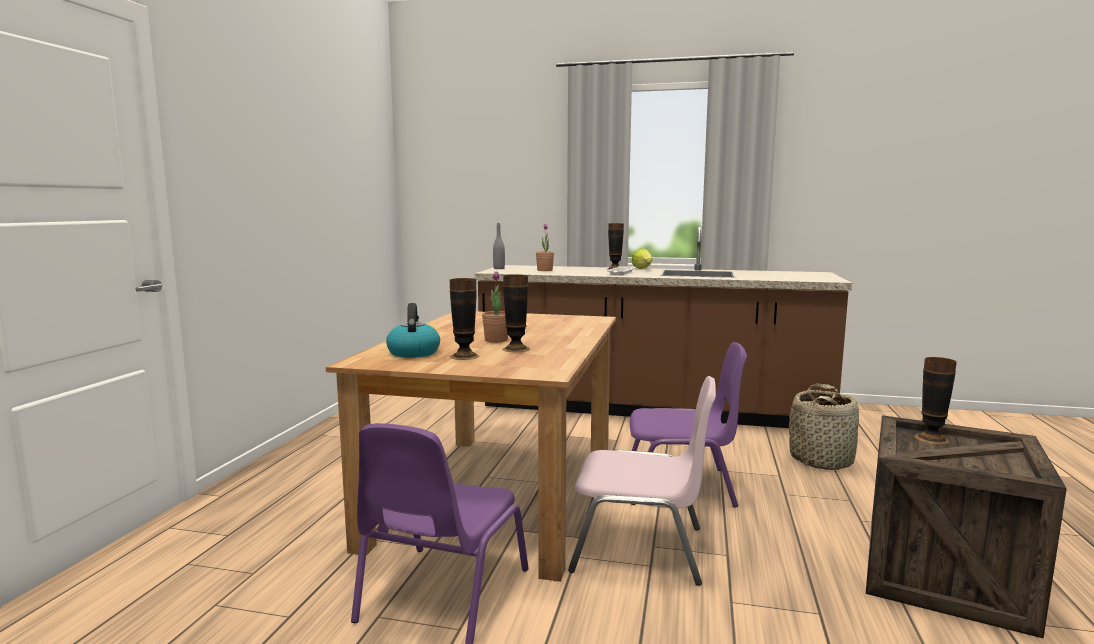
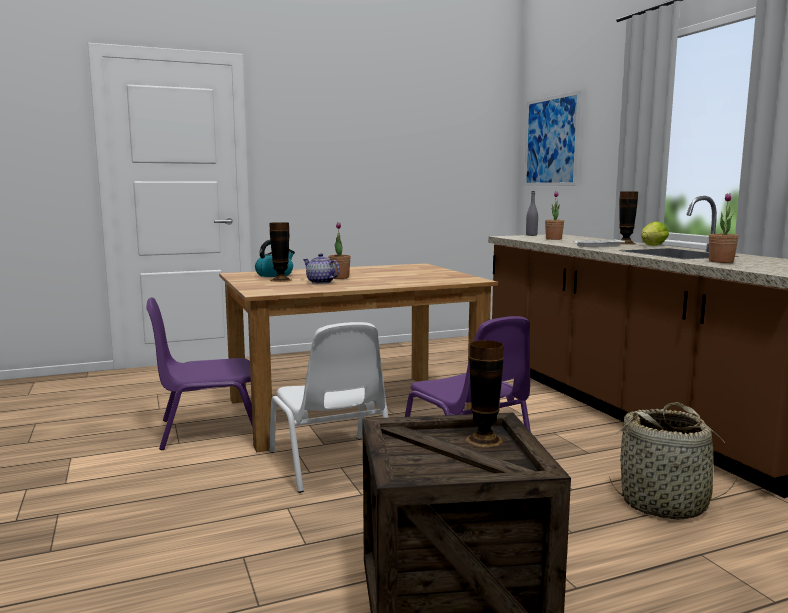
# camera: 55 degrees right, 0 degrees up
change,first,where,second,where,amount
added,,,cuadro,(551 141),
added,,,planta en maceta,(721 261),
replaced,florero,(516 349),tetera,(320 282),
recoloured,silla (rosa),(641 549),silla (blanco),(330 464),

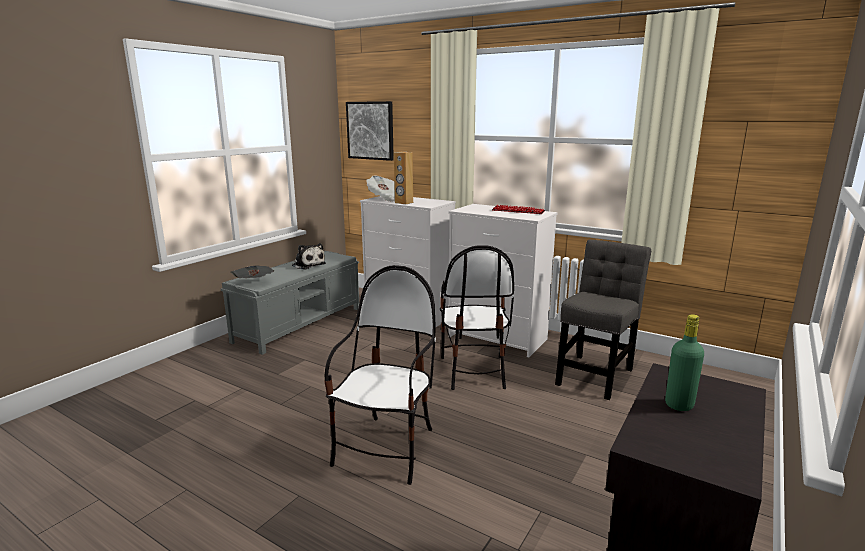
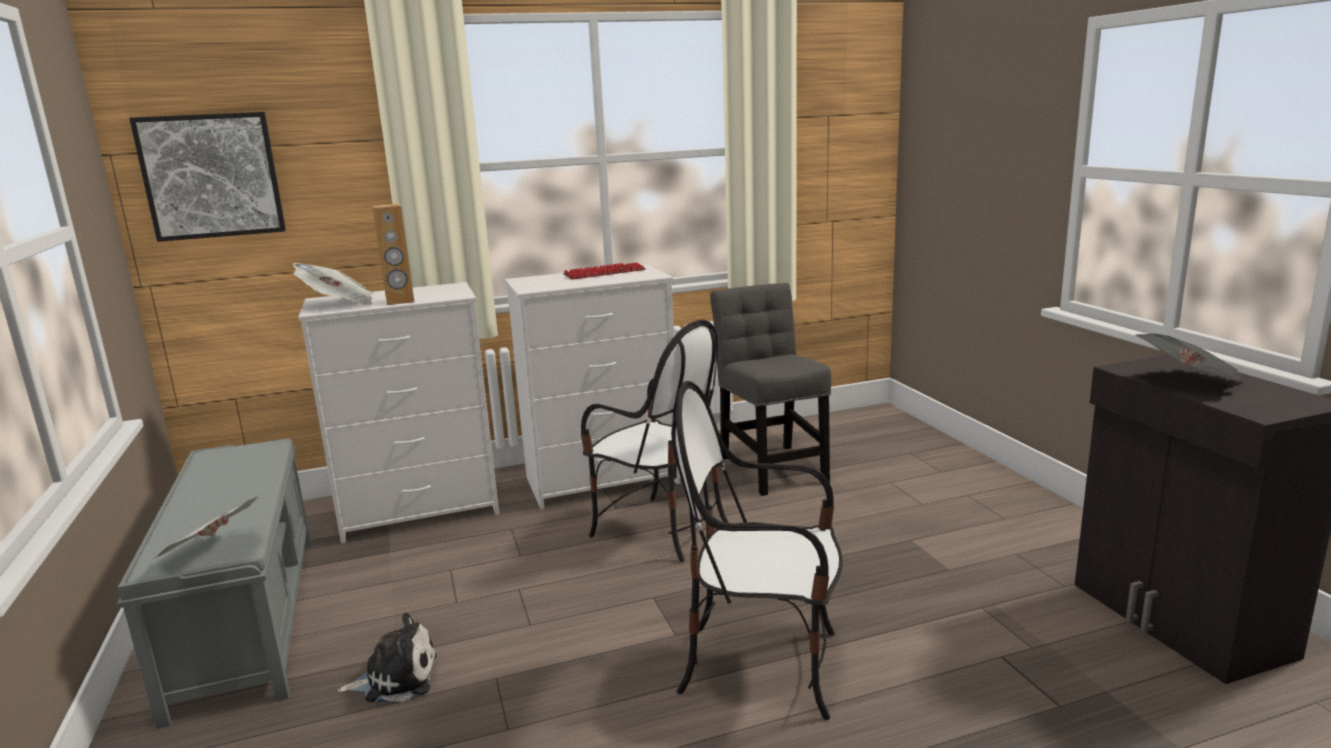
# camera: 50 degrees left, 0 degrees up
change,first,where,second,where,amount
moved,peluche,(308 265),,(396 678),
replaced,botella (verde),(679 405),periódico,(1189 382),
turned,silla,(387 449),,(762 665),45 degrees counterclockwise

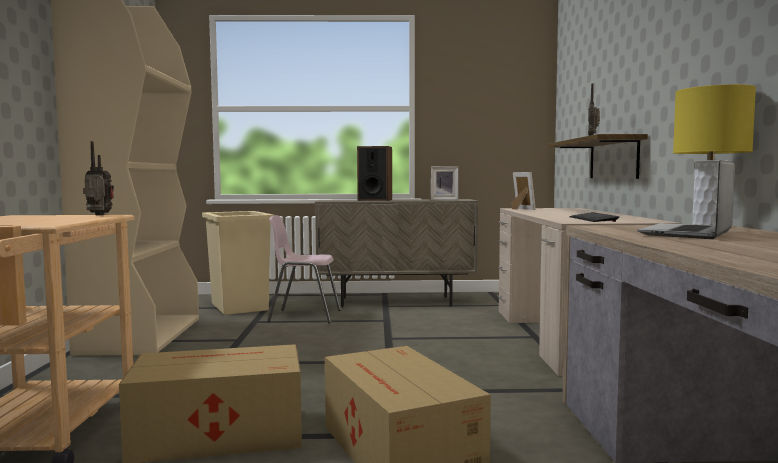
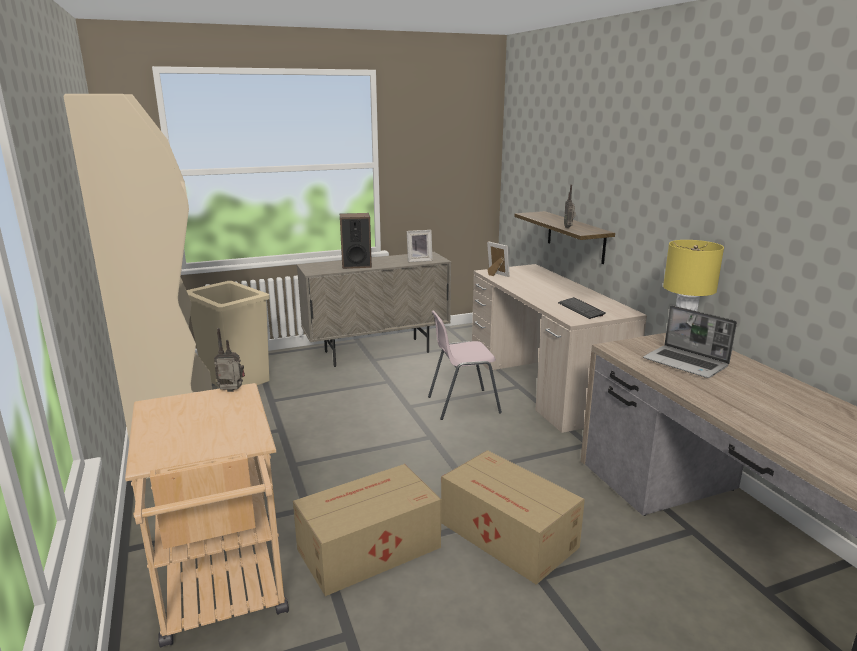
# camera: 20 degrees left, 15 degrees up
change,first,where,second,where,amount
moved,silla (rosa),(304 316),,(462 404),
turned,portátil,(687 233),,(686 363),60 degrees counterclockwise

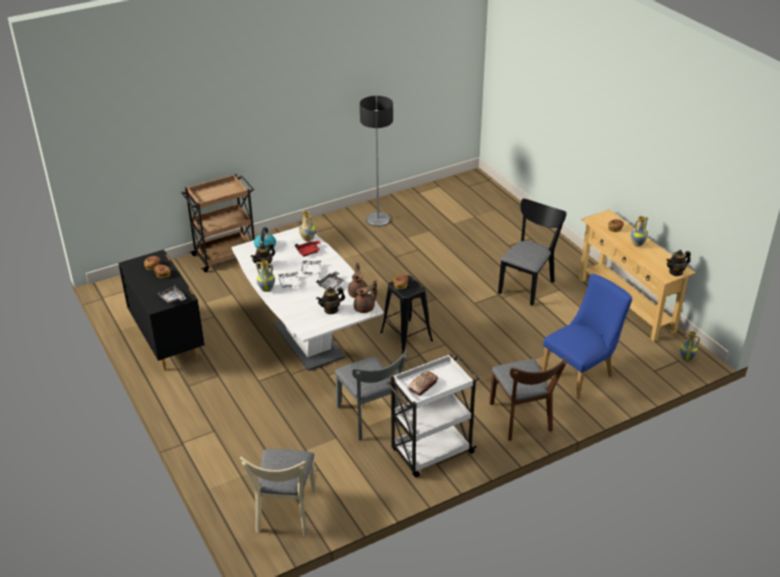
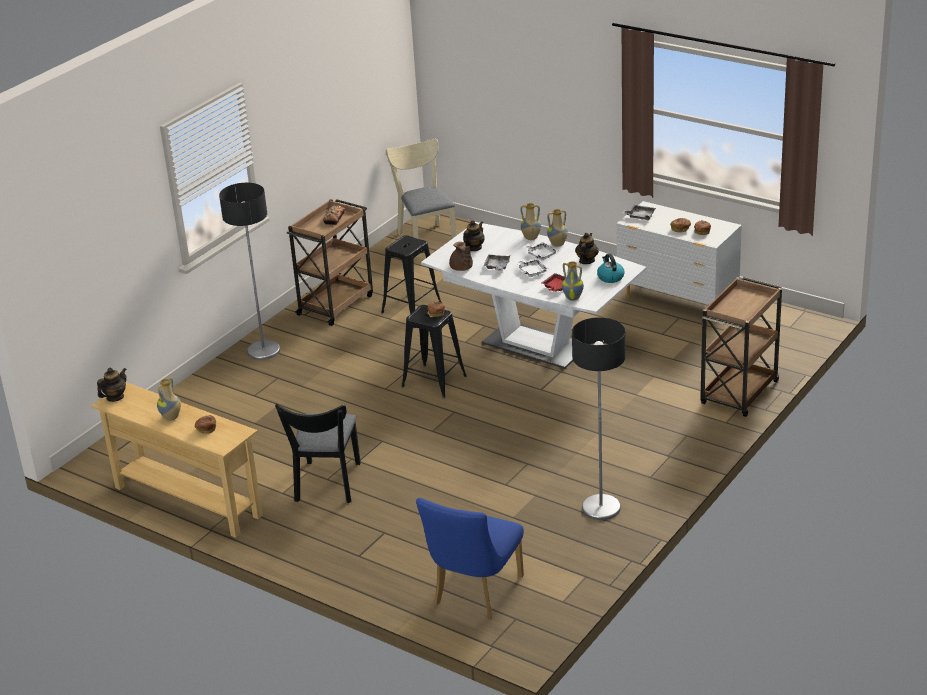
# camera: 155 degrees right, 5 degrees down
change,first,where,second,where,amount
removed,tetera (marrón),(365 308),,,
moved,silla (azul),(581 374),,(474 594),
moved,florero,(687 358),,(531 238),
replaced,silla (gris),(370 419),taburete (negro),(411 308),
replaced,silla (marrón),(522 420),lámpara de pie,(263 350),
recoloured,cómoda (negro),(167 340),cómoda (blanco),(678 301),
recoloured,carrito (blanco),(431 452),carrito (marrón),(336 304),

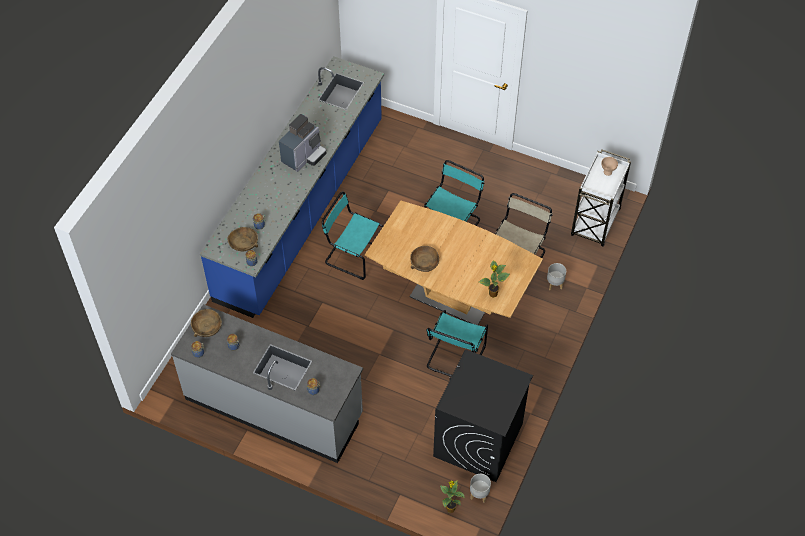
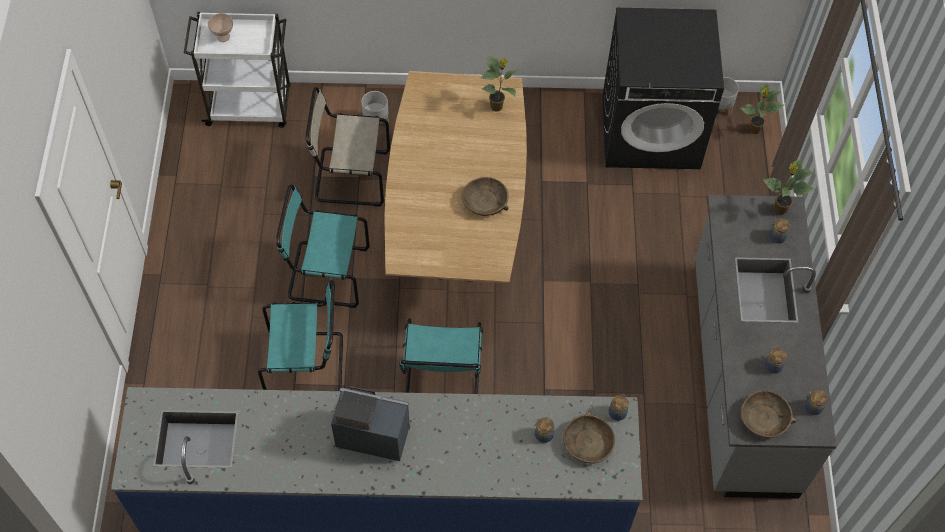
# camera: 115 degrees left, 5 degrees up
change,first,where,second,where,amount
added,,,planta en maceta,(779 210),
moved,silla (turquesa),(455 358),,(308 364),

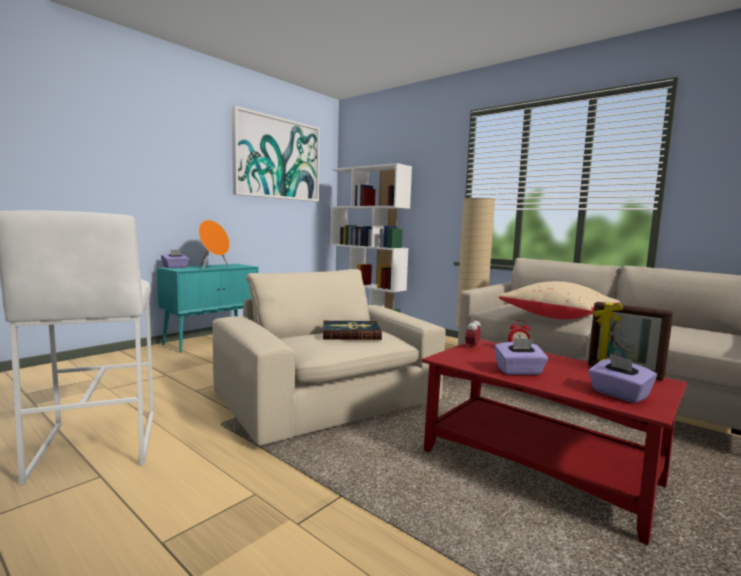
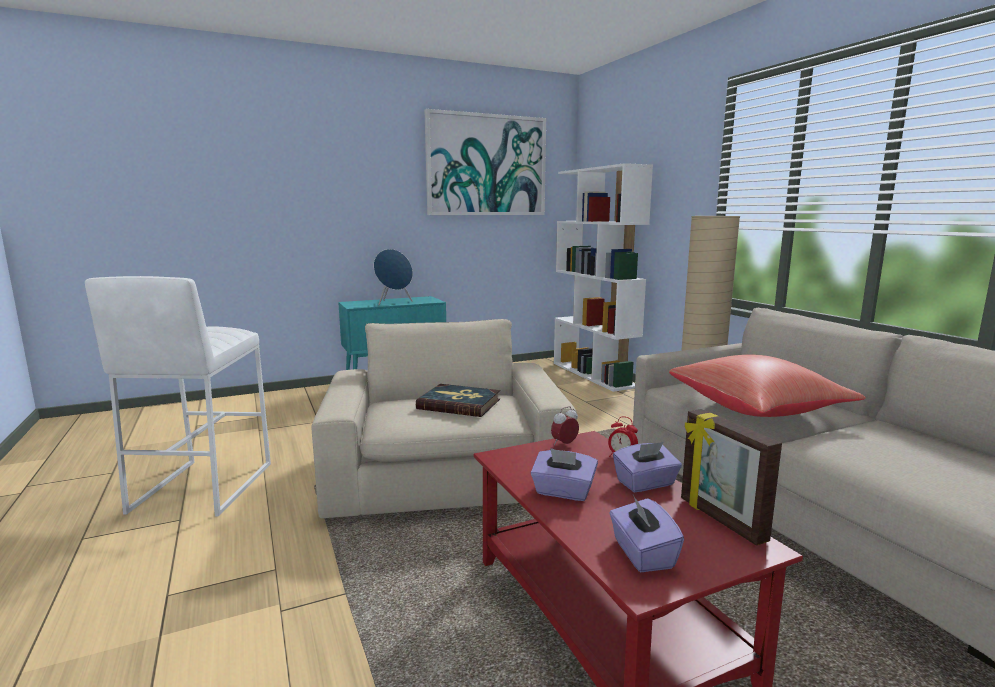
# camera: 25 degrees right, 5 degrees up
change,first,where,second,where,amount
moved,caja de pañuelos (morado),(175 267),,(646 483),
recoloured,altavoz (naranja),(213 267),altavoz (azul),(394 303),
recoloured,cojín (beis),(557 317),cojín (rojo),(757 410),

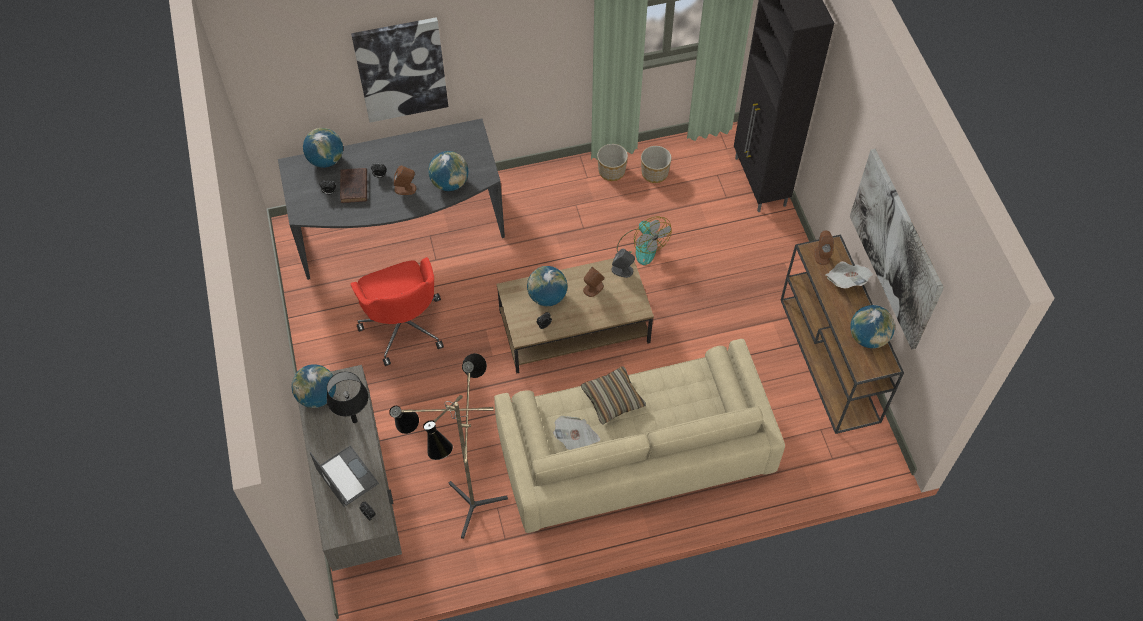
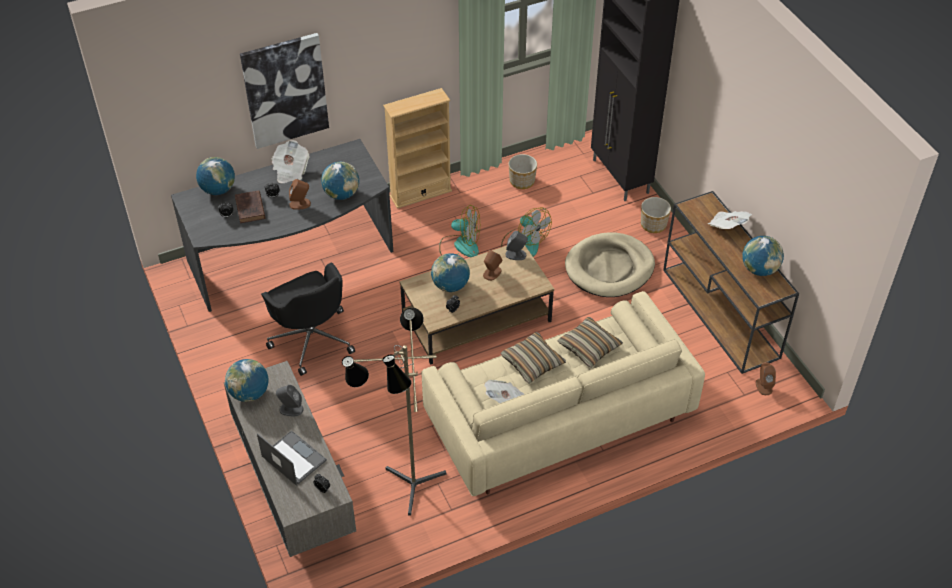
# camera: 10 degrees left, 10 degrees down
change,first,where,second,where,amount
removed,cuadro,(895 248),,,
added,,,periódico,(290 170),
added,,,estantería (beis),(420 193),
added,,,ventilador,(460 246),
added,,,cojín,(589 347),
added,,,cama para perro (beis),(609 268),
moved,maceta,(611 171),,(653 224),
moved,altavoz (marrón),(822 255),,(763 386),
replaced,lámpara de mesa (negro),(354 420),altavoz (gris),(291 409),
recoloured,silla de oficina (rojo),(403 325),silla de oficina (negro),(312 338),

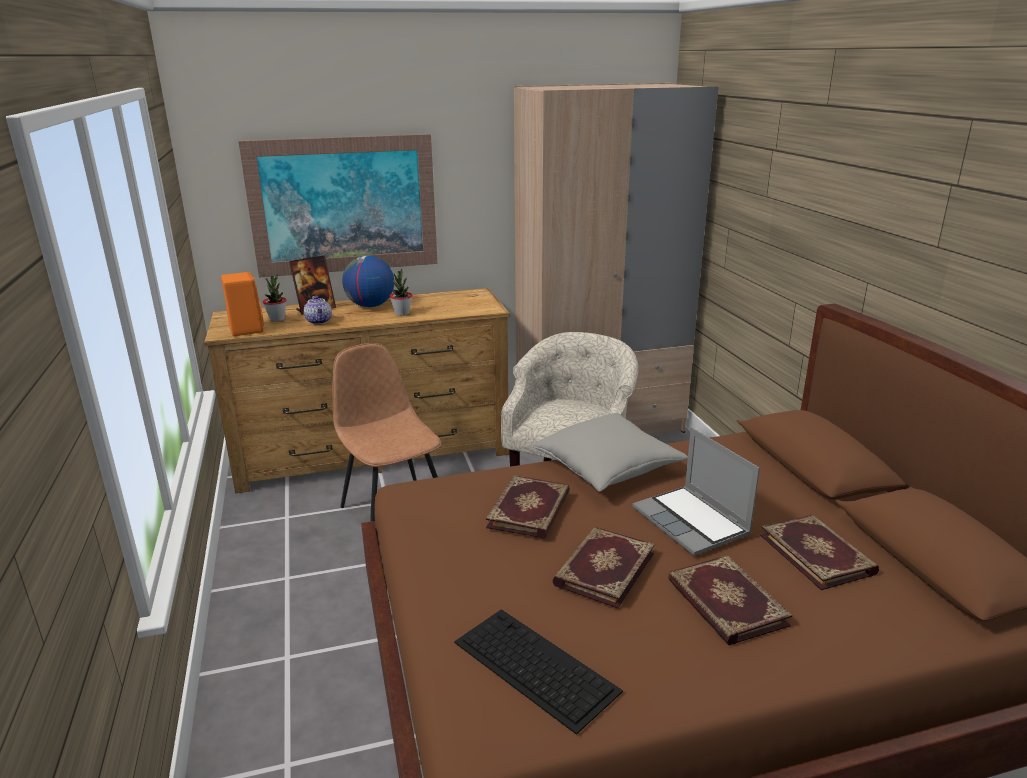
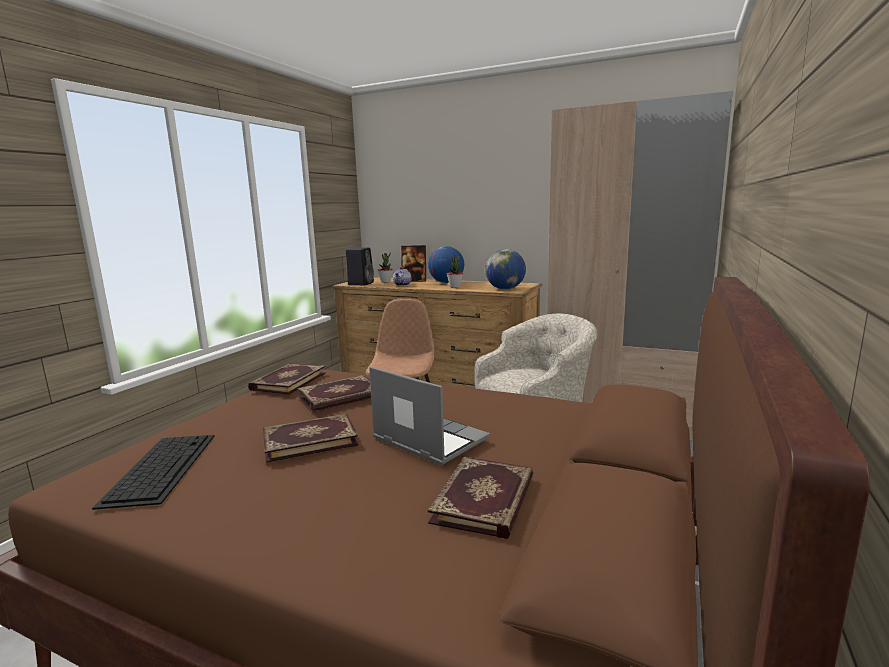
# camera: 40 degrees right, 10 degrees down
change,first,where,second,where,amount
removed,cuadro,(344 205),,,
removed,cojín (gris),(607 467),,,
added,,,globo terráqueo,(505 289),
moved,libro,(725 603),,(288 381),
recoloured,altavoz (naranja),(246 329),altavoz (negro),(361 283),
turned,portátil,(692 522),,(428 439),120 degrees clockwise

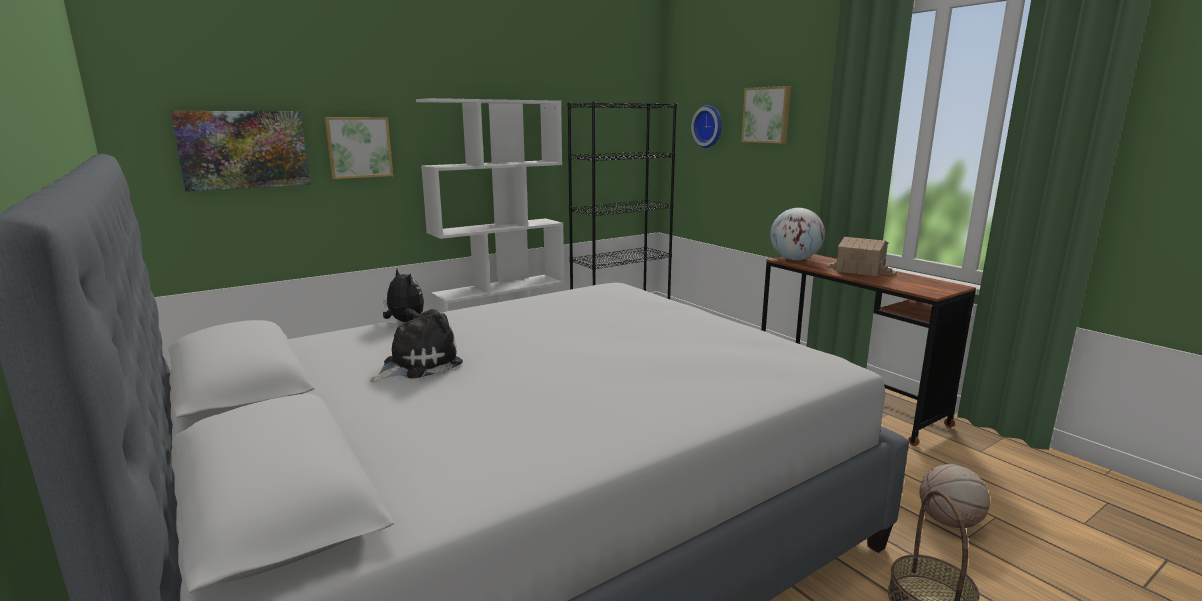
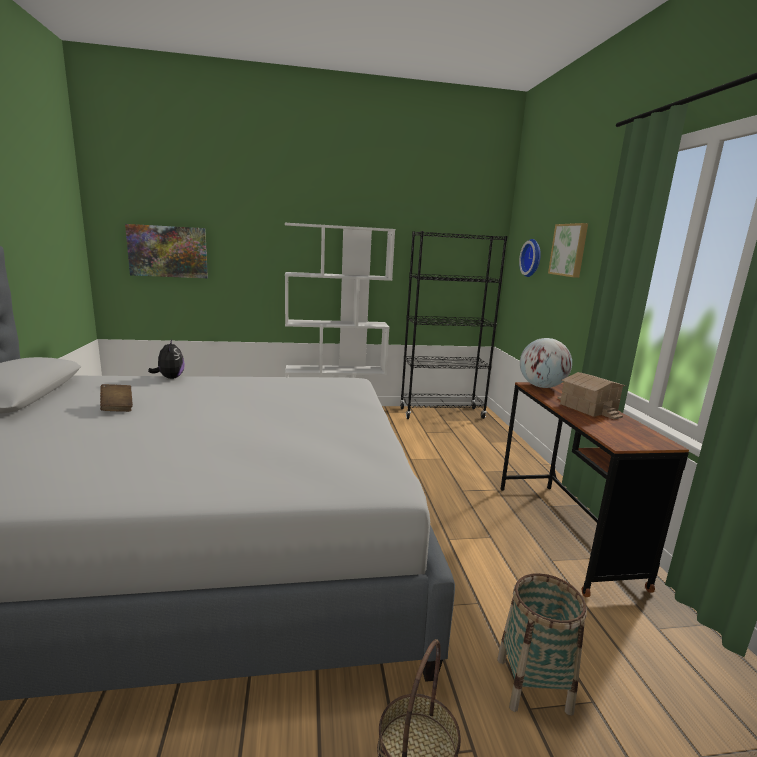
# camera: 25 degrees right, 0 degrees up
change,first,where,second,where,amount
removed,cuadro,(359 147),,,
replaced,peluche,(417 365),libro (marrón),(117 407),
replaced,balón de baloncesto,(949 522),cesta,(533 685),

